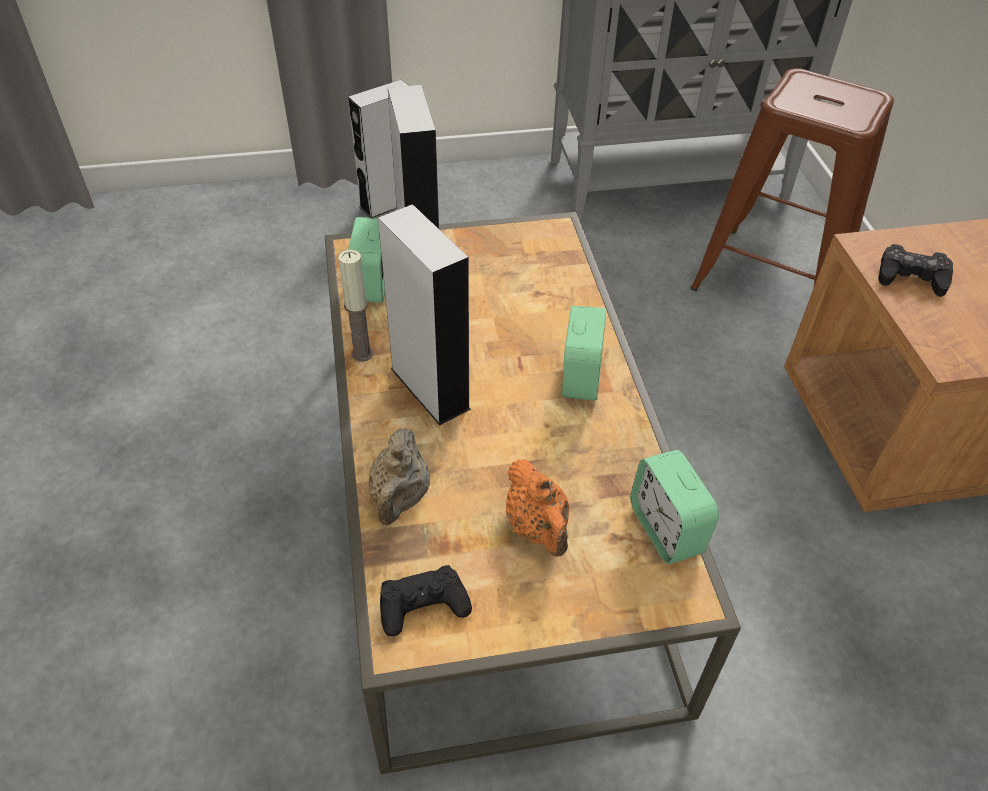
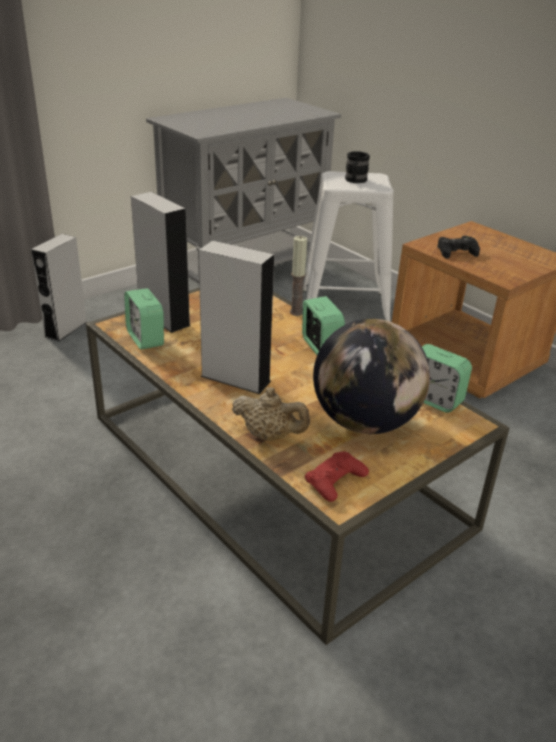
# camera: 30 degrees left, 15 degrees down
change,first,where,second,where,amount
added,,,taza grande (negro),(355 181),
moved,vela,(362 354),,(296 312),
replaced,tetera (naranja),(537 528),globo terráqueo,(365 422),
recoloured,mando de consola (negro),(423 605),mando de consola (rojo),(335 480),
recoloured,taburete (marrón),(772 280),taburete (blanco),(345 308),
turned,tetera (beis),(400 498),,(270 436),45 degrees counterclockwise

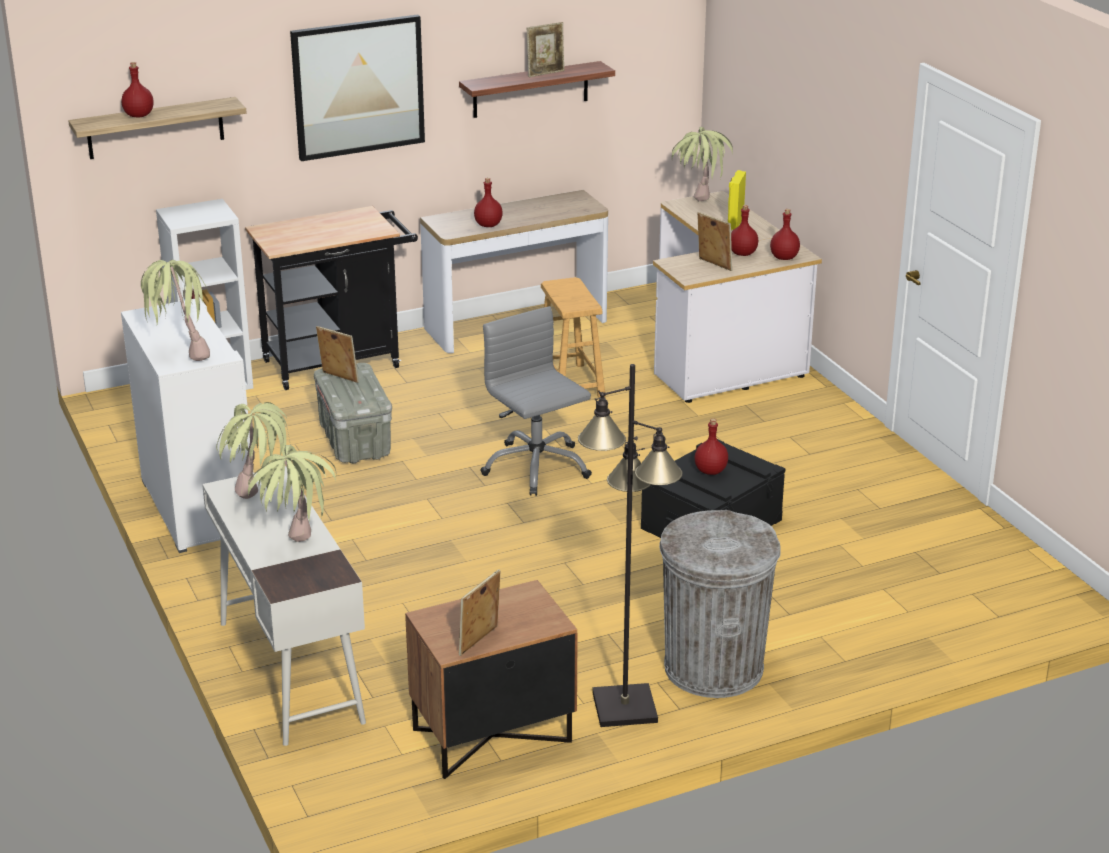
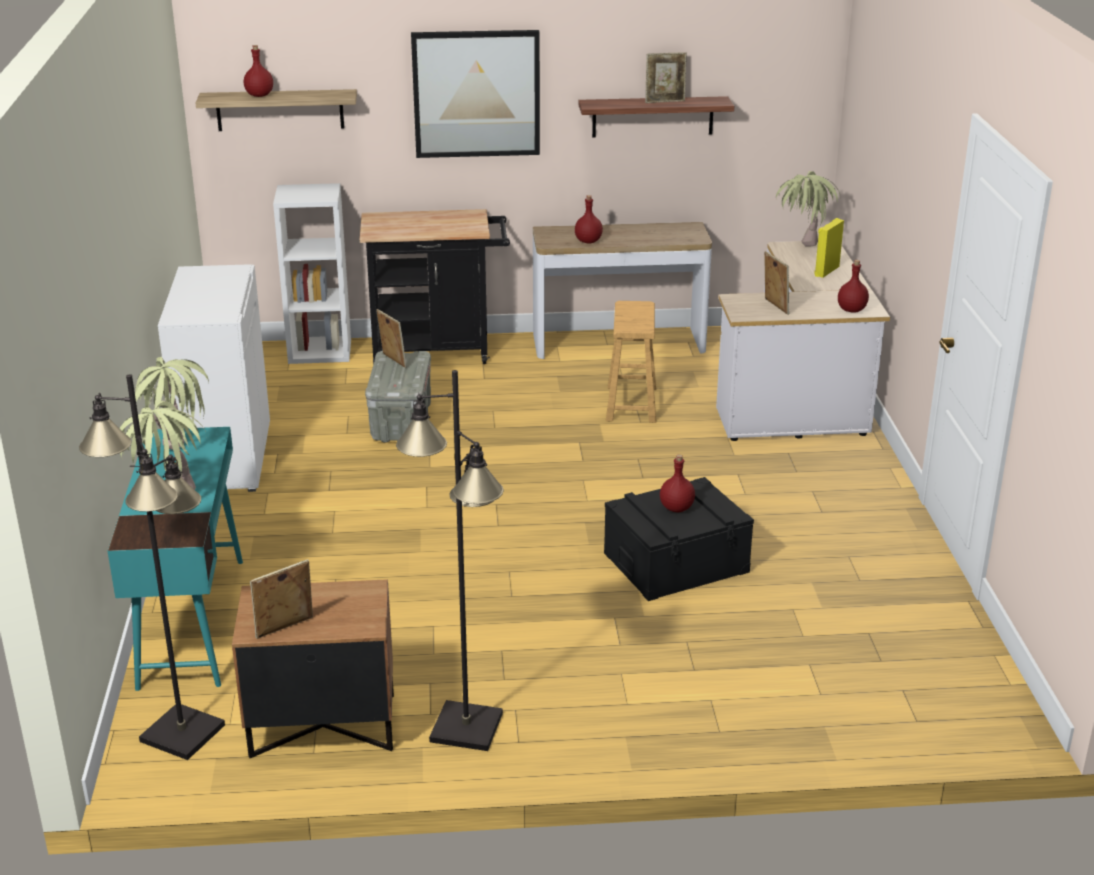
# camera: 20 degrees right, 0 degrees up
change,first,where,second,where,amount
removed,planta en maceta,(180 354),,,
removed,silla de oficina (gris),(536 467),,,
removed,papelera (gris),(713 668),,,
removed,botella (rojo),(742 254),,,
added,,,lámpara de pie (negro),(182 732),
recoloured,escritorio (blanco),(290 670),escritorio (turquesa),(192 621),

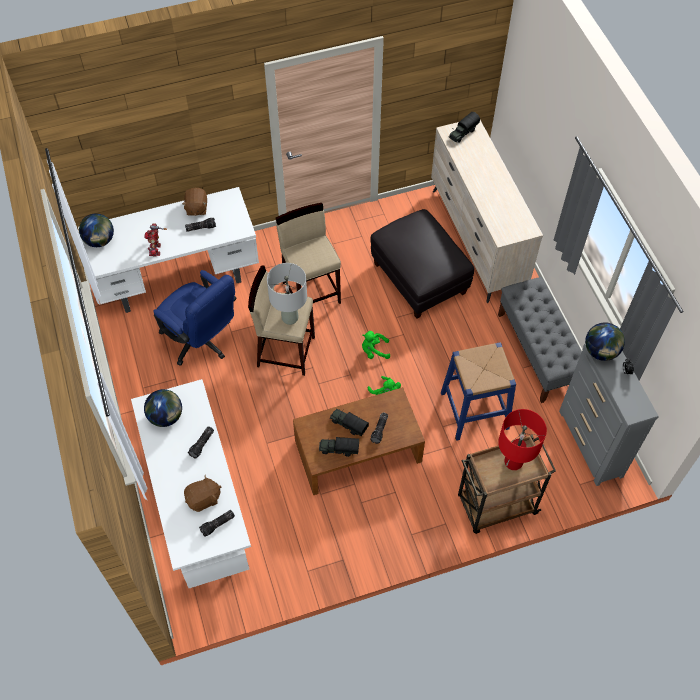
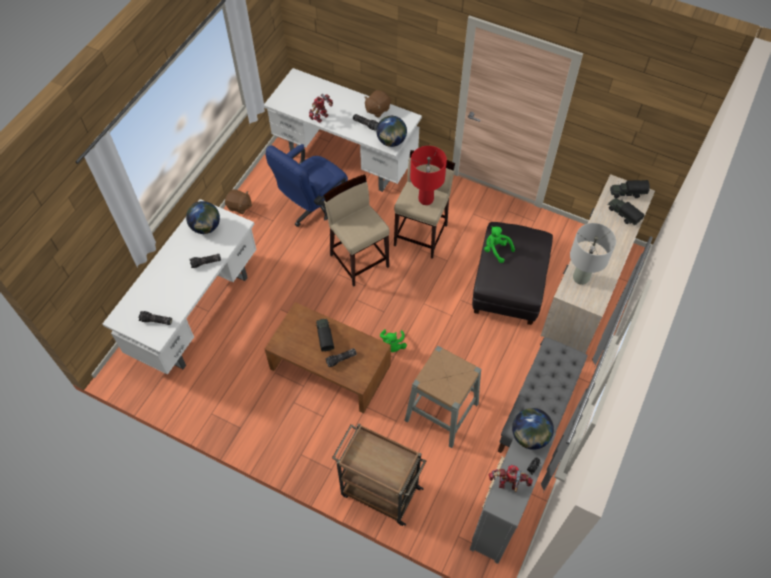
# camera: 45 degrees right, 0 degrees up
change,first,where,second,where,amount
added,,,robot de juguete,(508 484),
moved,globo terráqueo,(100 240),,(391 141),
moved,peluche (marrón),(203 499),,(239 206),
moved,lámpara de mesa (gris),(290 318),,(581 278),
moved,camión de juguete,(339 449),,(623 214),
moved,peluche (verde),(374 351),,(496 250),
moved,lámpara de mesa (rojo),(513 462),,(426 199),
recoloured,taburete (azul),(474 410),taburete (gris),(441 412),
turned,silla de oficina (azul),(202 341),,(315 210),45 degrees clockwise

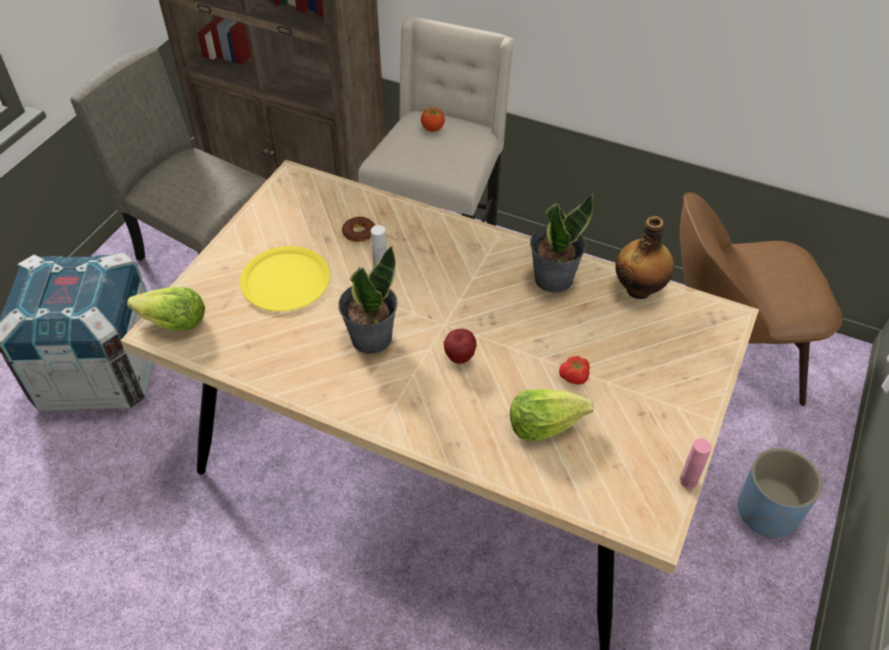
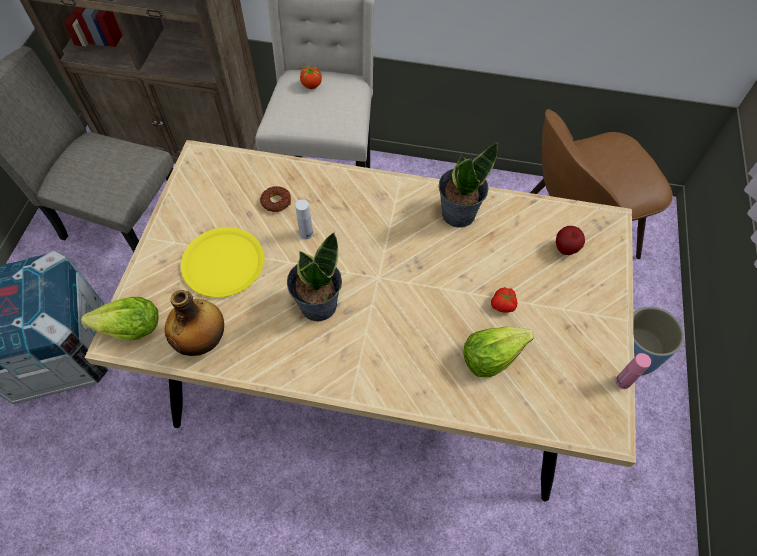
# camera: 15 degrees left, 10 degrees up
change,first,where,second,where,amount
moved,manzana,(459 357),,(565 249),
moved,botella,(639 289),,(203 341),

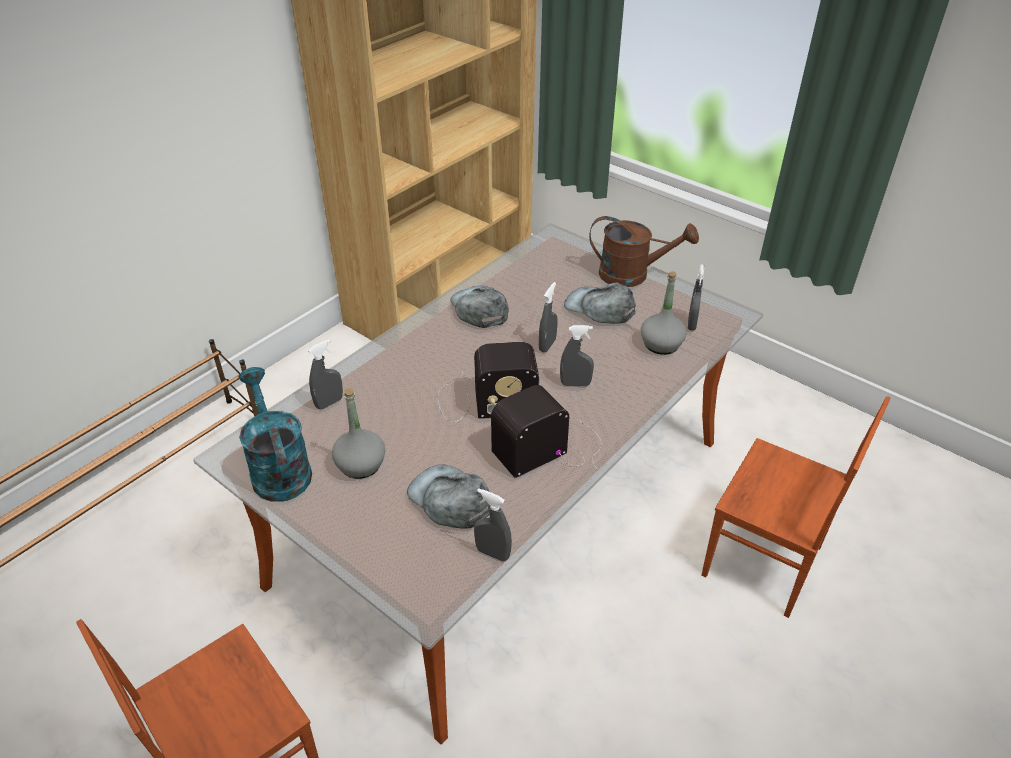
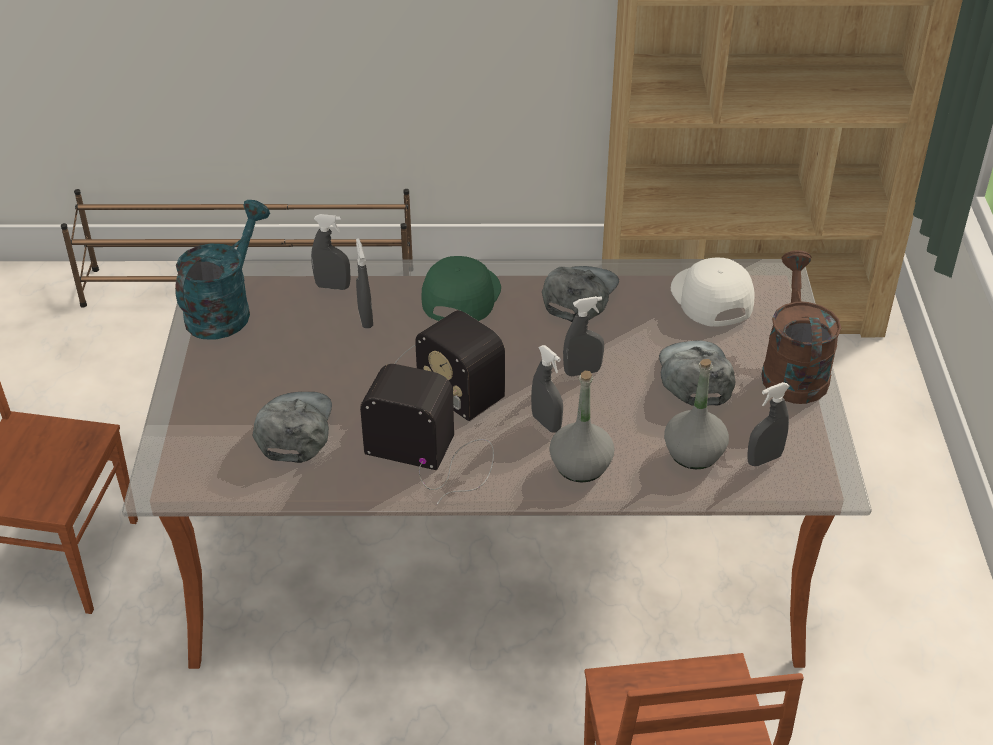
# camera: 50 degrees right, 0 degrees up
change,first,where,second,where,amount
added,,,gorra (verde),(460 296),
added,,,gorra (blanco),(710 298),
moved,botella (gris),(361 464),,(581 466),
moved,pulverizador (gris),(492 553),,(365 319),
turned,regadera (marrón),(633 275),,(792 369),150 degrees counterclockwise

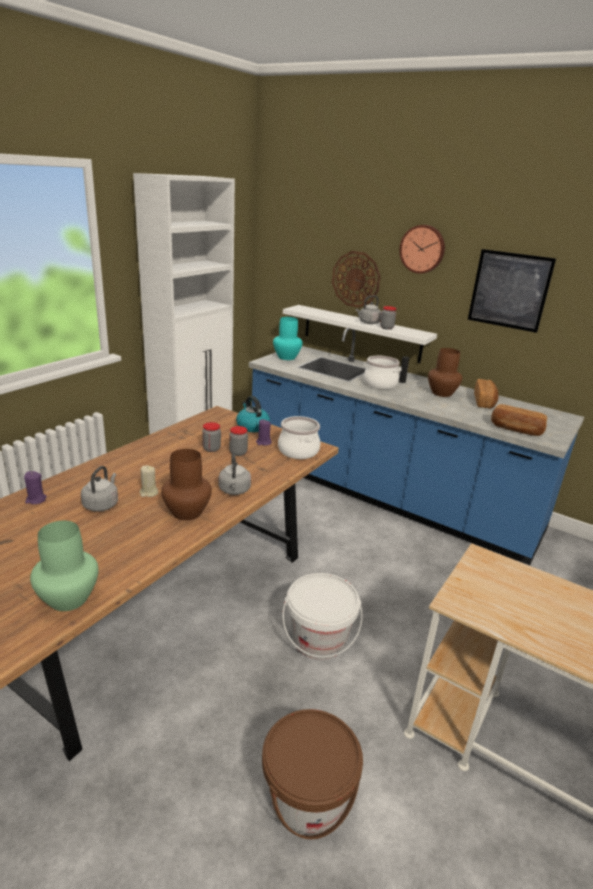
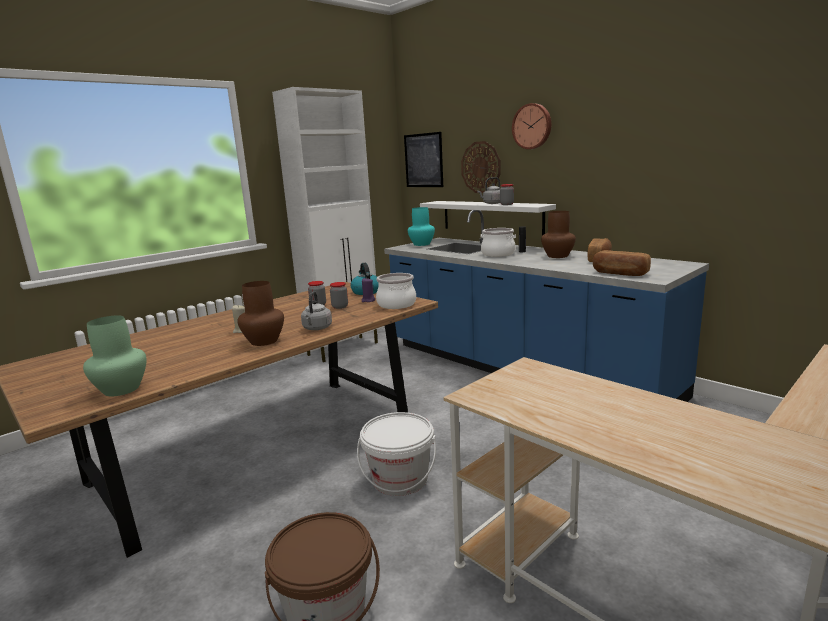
# camera: 15 degrees right, 10 degrees down
change,first,where,second,where,amount
removed,vela (morado),(36 500),,,
removed,hervidor (gris),(102 504),,,
moved,cuadro,(509 290),,(423 160),

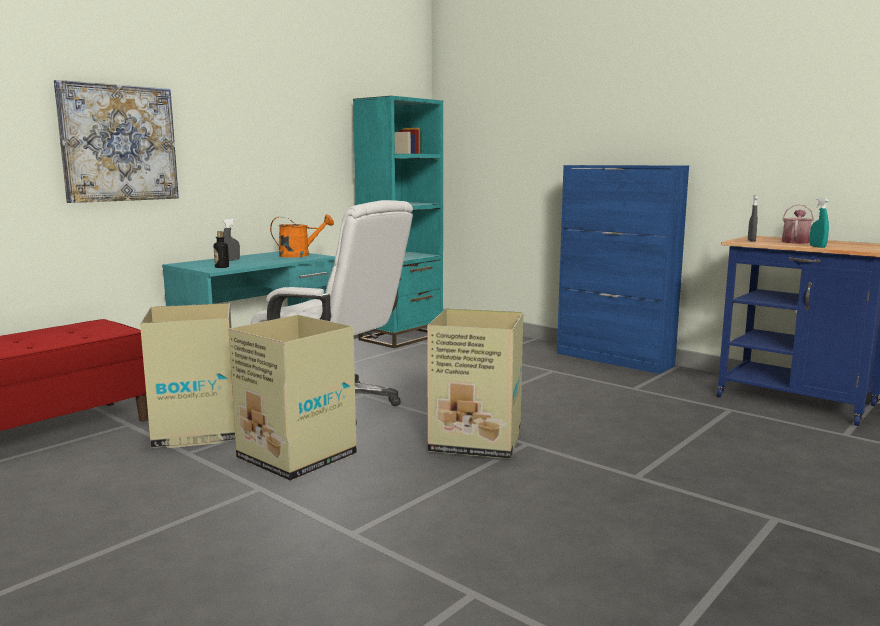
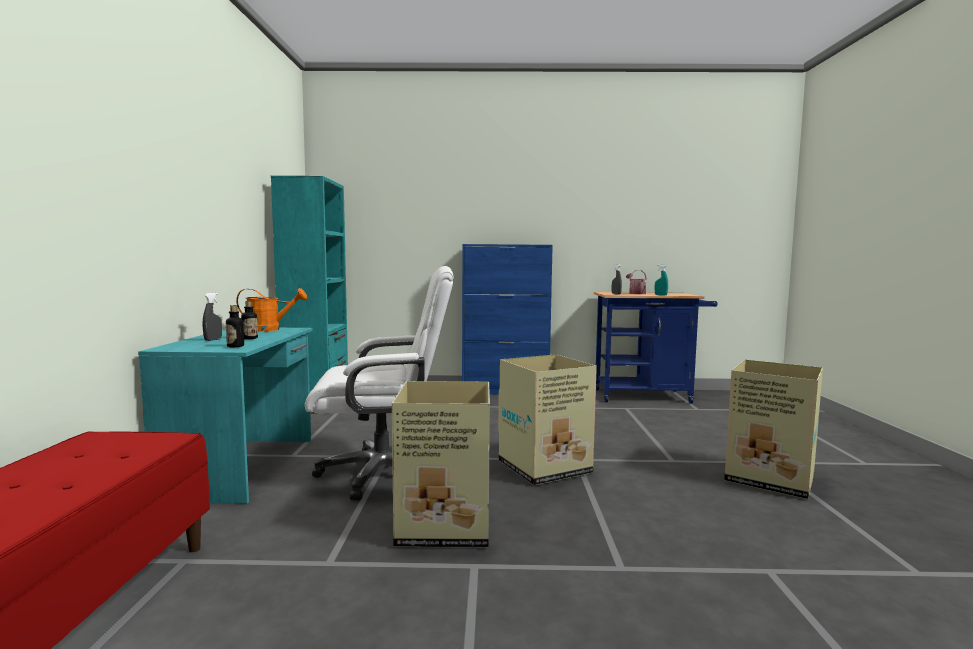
# camera: 40 degrees left, 5 degrees down
change,first,where,second,where,amount
removed,cuadro,(119 143),,,
added,,,botella,(250 338),
moved,caja de cartón,(196 432),,(771 479),
turned,regadera (naranja),(300 255),,(270 329),60 degrees clockwise

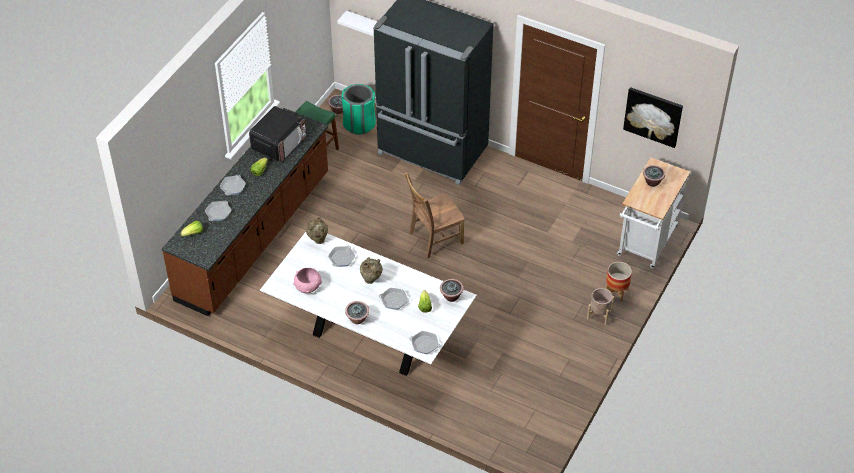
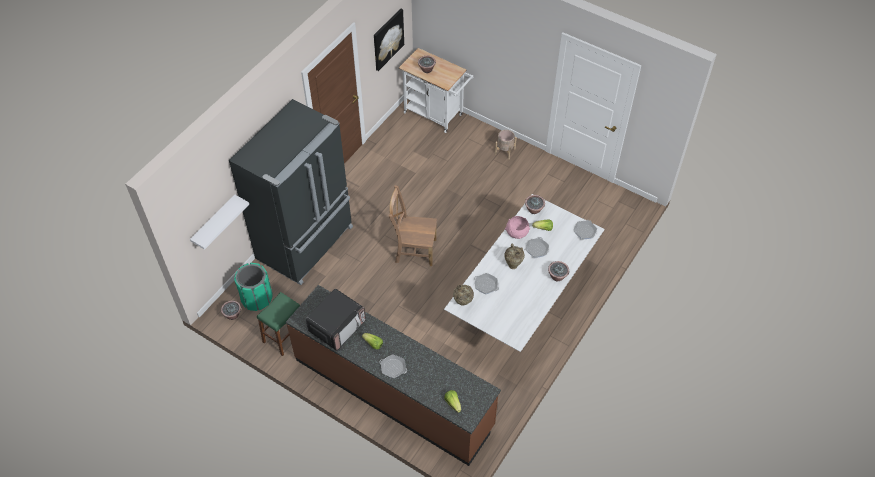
# camera: 85 degrees left, 5 degrees up
change,first,where,second,where,amount
removed,sartén,(218 213),,,
removed,maceta,(616 292),,,
moved,cuenco (rosa),(308 287),,(517 233),
turned,microondas,(279 143),,(337 326),90 degrees clockwise
turned,silla (marrón),(433 239),,(413 250),120 degrees clockwise

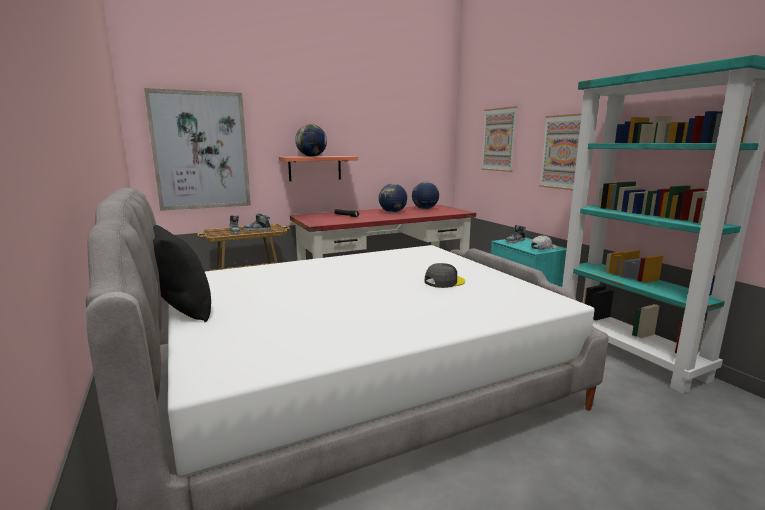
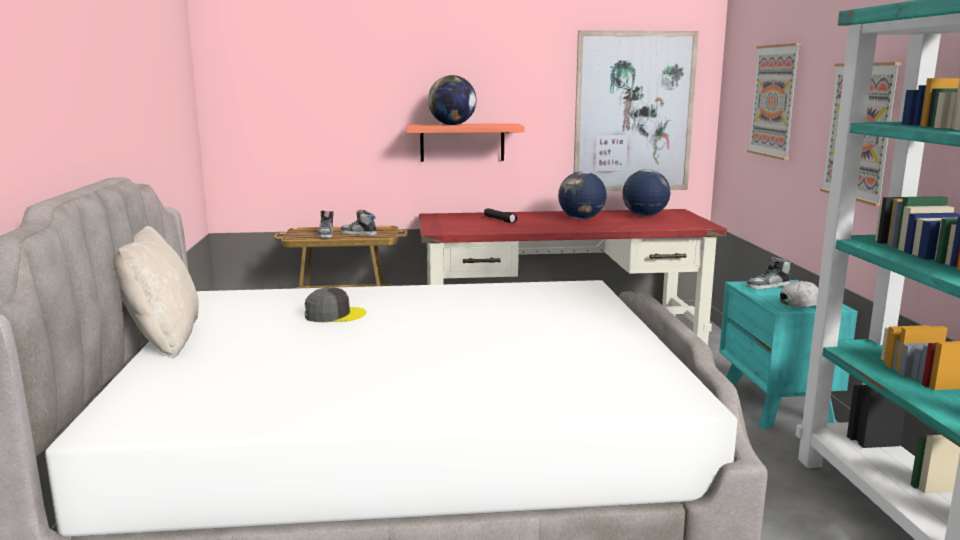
# camera: 20 degrees right, 0 degrees up
change,first,where,second,where,amount
moved,cuadro,(201 151),,(633 112),
moved,gorra (gris),(444 282),,(334 315),
recoloured,cojín (negro),(181 310),cojín (beis),(163 339),

